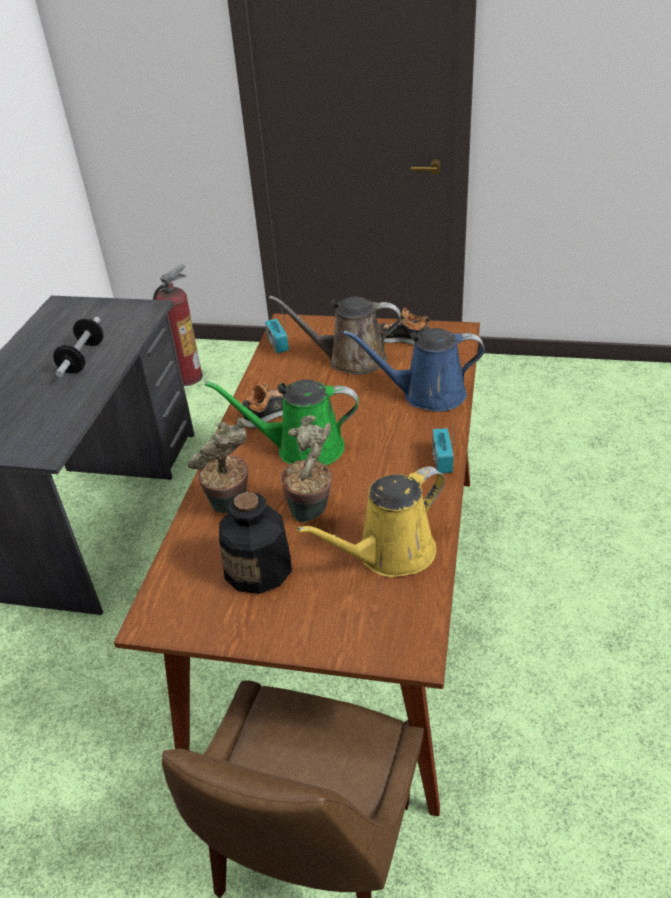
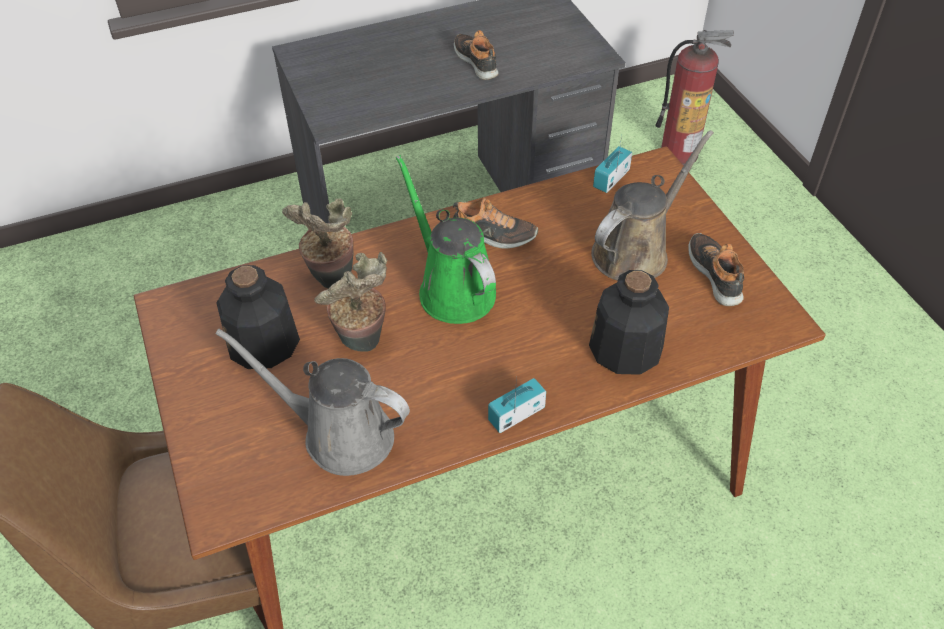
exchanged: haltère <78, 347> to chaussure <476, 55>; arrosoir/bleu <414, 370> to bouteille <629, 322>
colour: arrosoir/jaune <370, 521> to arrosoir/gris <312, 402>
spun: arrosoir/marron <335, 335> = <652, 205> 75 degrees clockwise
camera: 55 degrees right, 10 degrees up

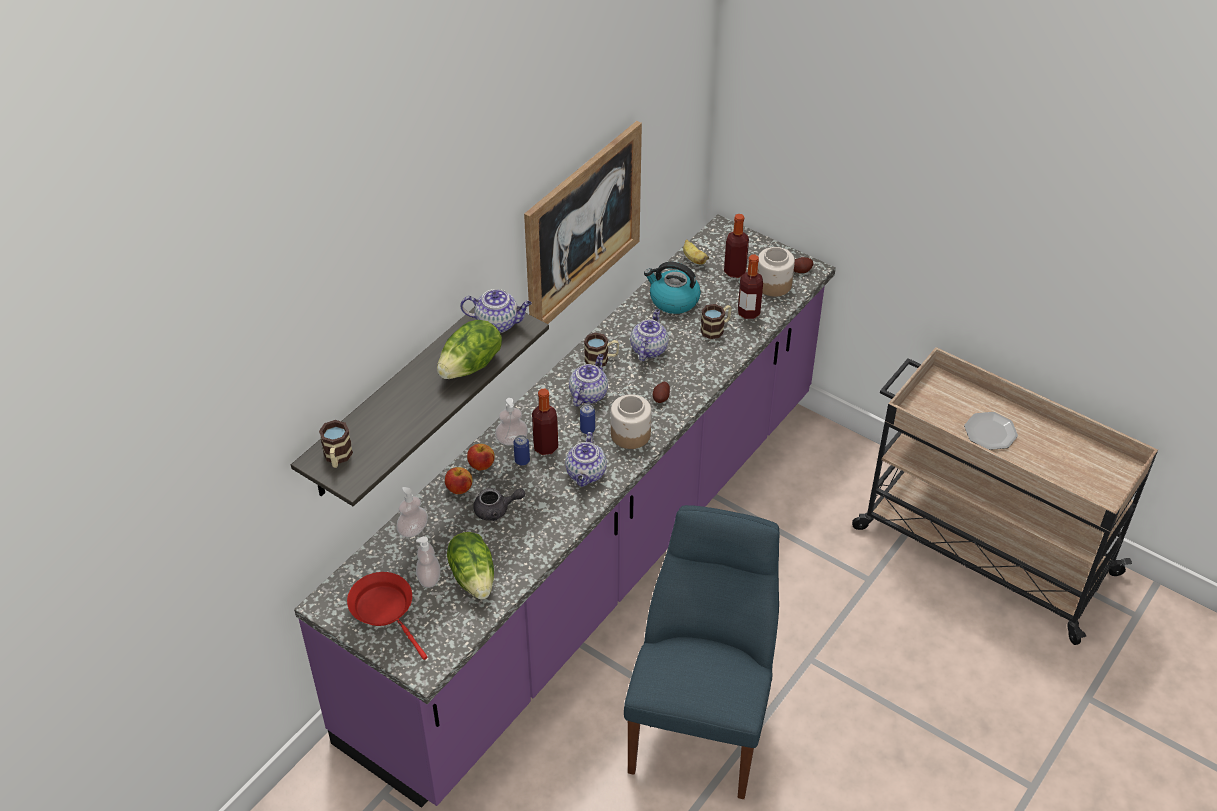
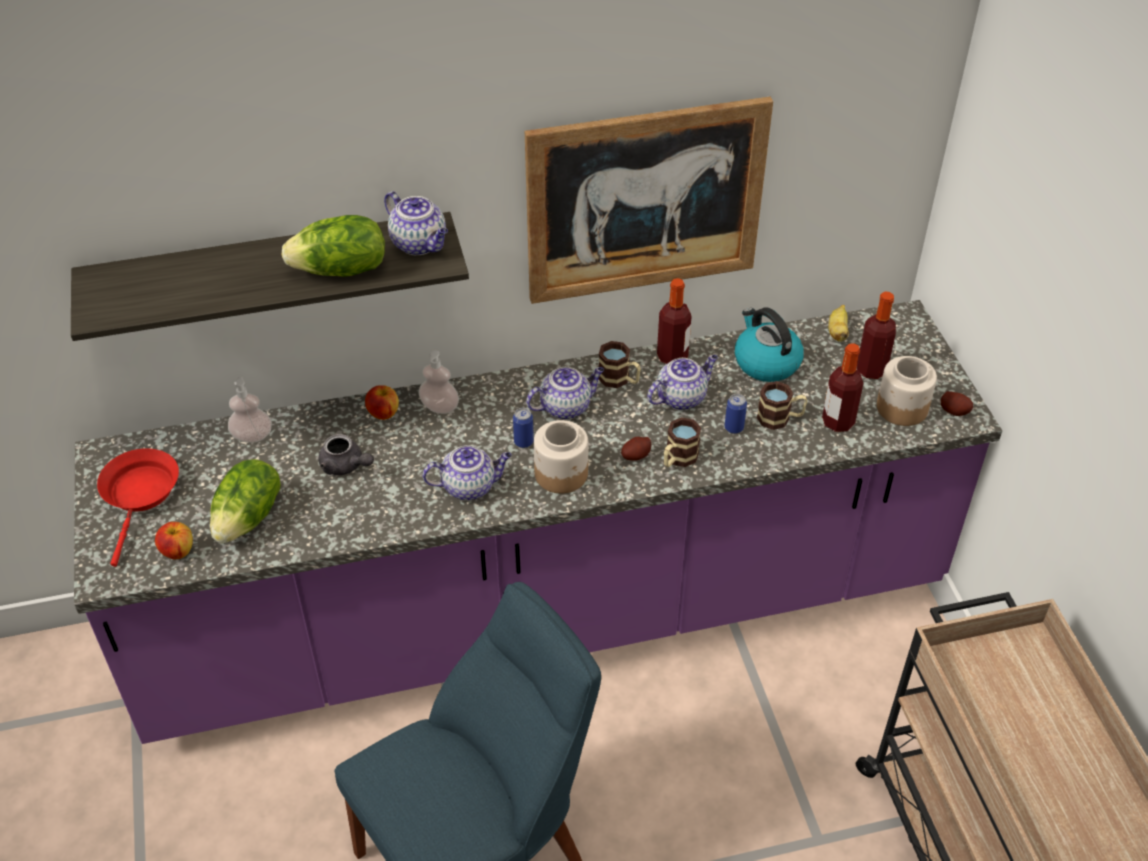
missing: distributeur de savon <428, 562>; assiette <991, 431>
relocated: pomme <459, 480> to <174, 540>; bouteille <545, 421> to <674, 321>; mug <336, 444> to <682, 442>; boîte métallique <522, 450> to <736, 414>
spun: théière <586, 459> = <467, 473> 150 degrees counterclockwise
camera: 40 degrees right, 0 degrees up

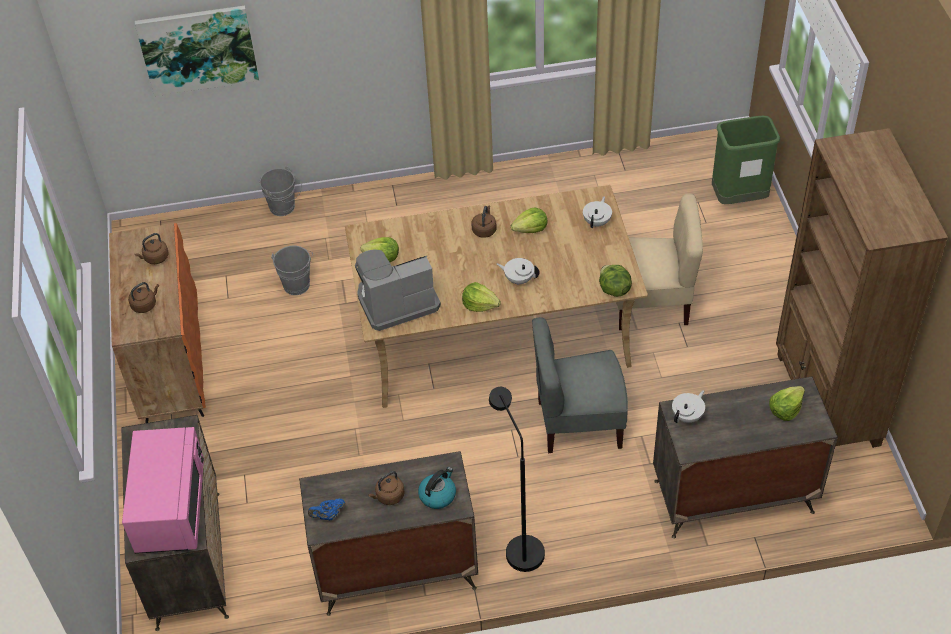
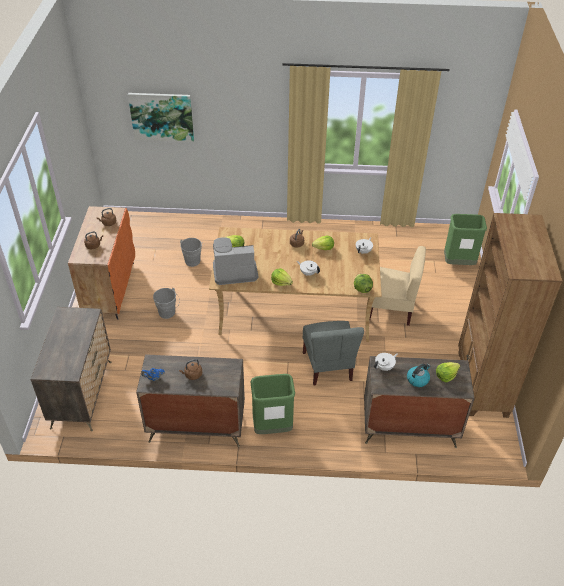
missing: micro-ondes/rose <163, 490>
relocated: seau/gris <280, 191> to <166, 303>; bouilloire <437, 488> to <419, 375>
exchanged: lampadaire/noir <517, 479> to poubelle/vert <272, 404>
spun: chaise/gris <580, 385> = <333, 353> 105 degrees counterclockwise
camera: 10 degrees right, 5 degrees down

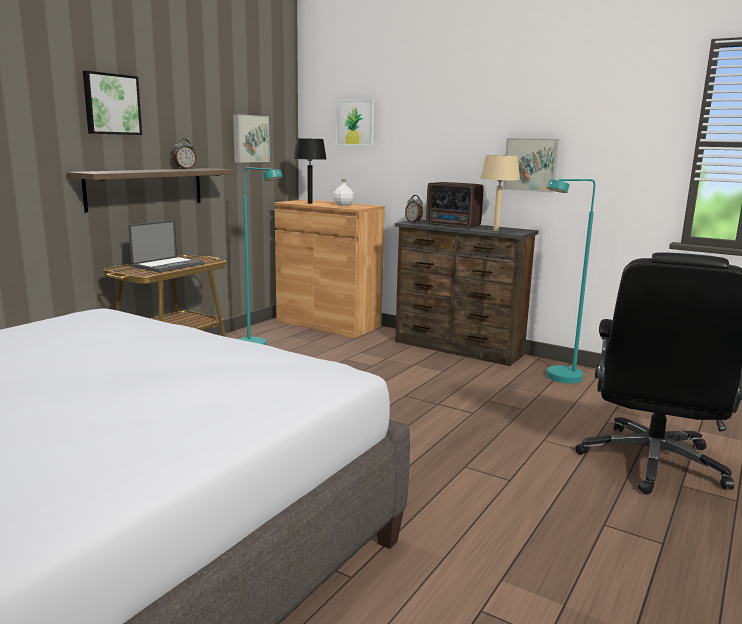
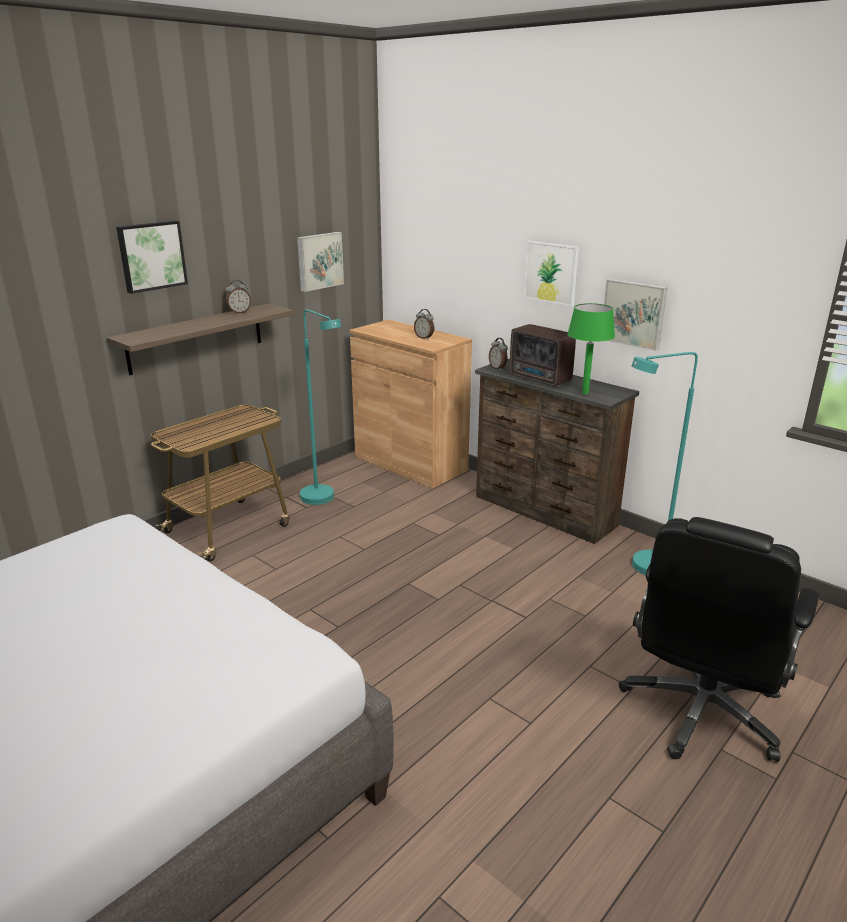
missing: ordinateur portable <166, 246>; lampe de table/noir <309, 171>
relocated: tableau <354, 122> to <551, 274>
exchanged: bouteille/blanc <343, 192> to réveil <424, 324>
colour: lampe de table/beige <500, 193> to lampe de table/vert <591, 348>
camera: 10 degrees right, 10 degrees up

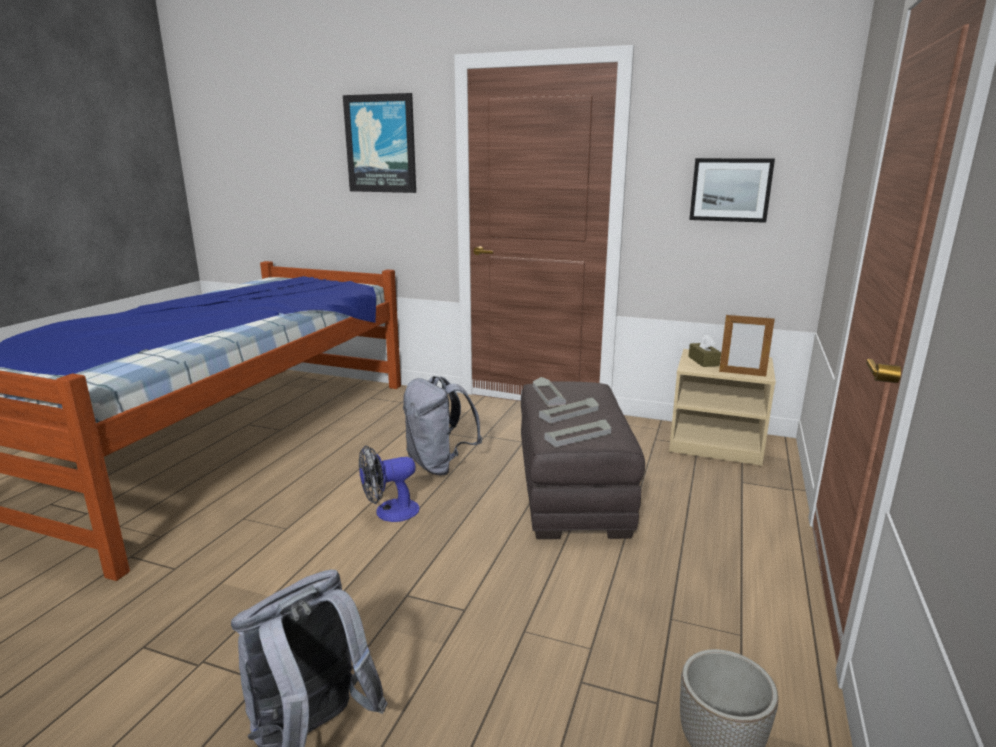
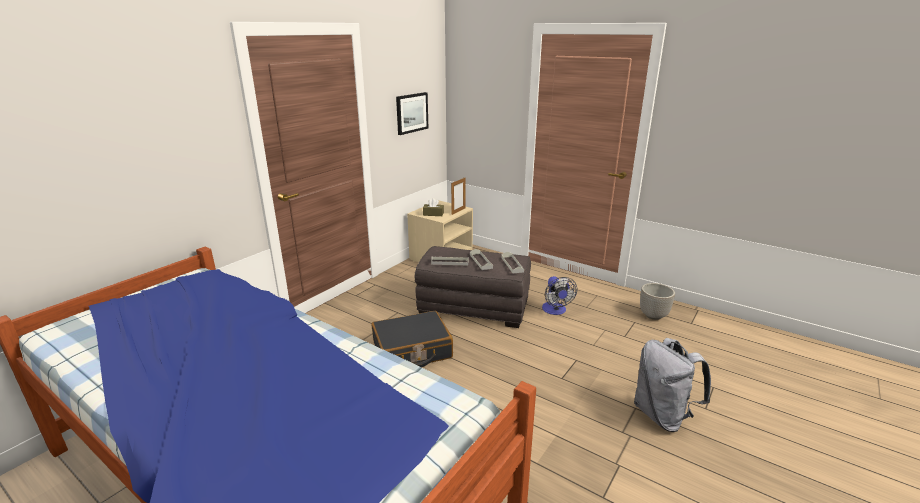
missing: tableau <379, 143>
relocated: ventilateur <389, 483> to <560, 295>
exchanged: sac à dos/gris <442, 425> to valise/noir <412, 339>
camera: 75 degrees left, 5 degrees up

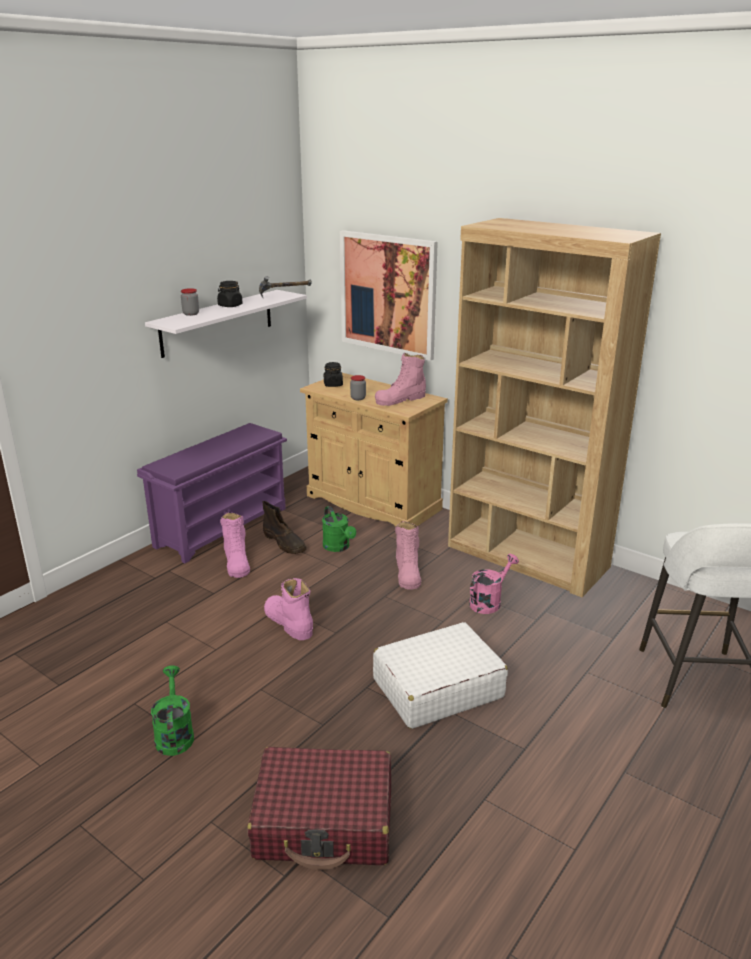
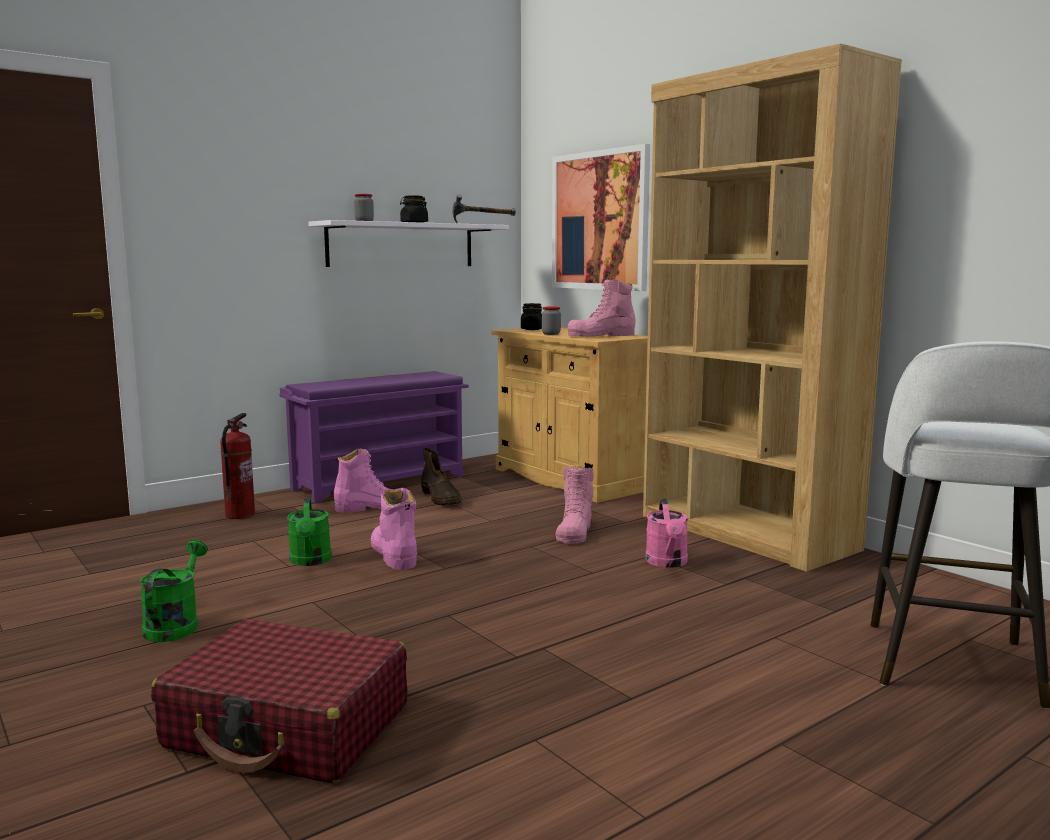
missing: valise/blanc <440, 675>
appeared: extincteur <237, 466>
relocated: arrosoir/vert <339, 529> to <309, 531>
spun: botte/rose <235, 545> = <371, 481> 105 degrees counterclockwise; arrosoir/rose <494, 584> = <666, 533> 120 degrees clockwise
camera: 15 degrees right, 15 degrees down

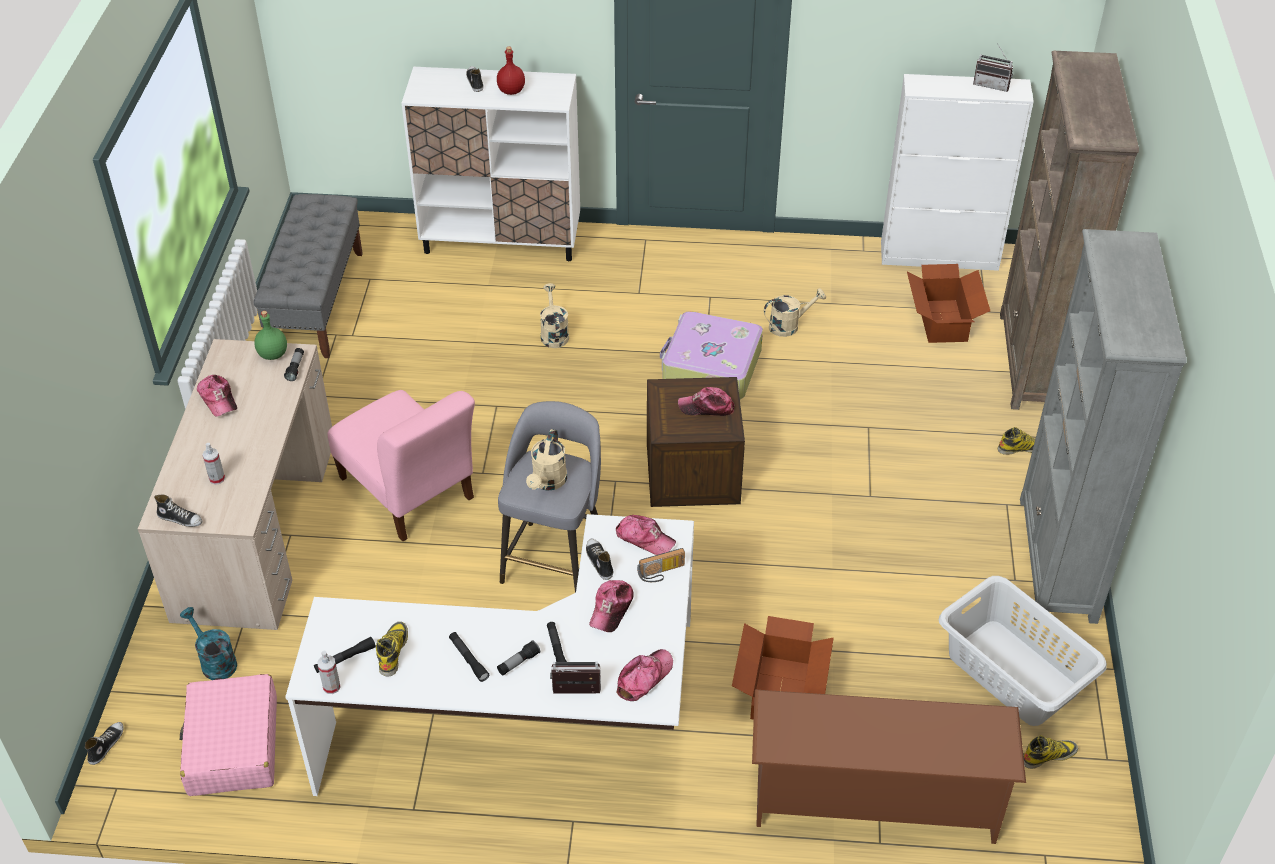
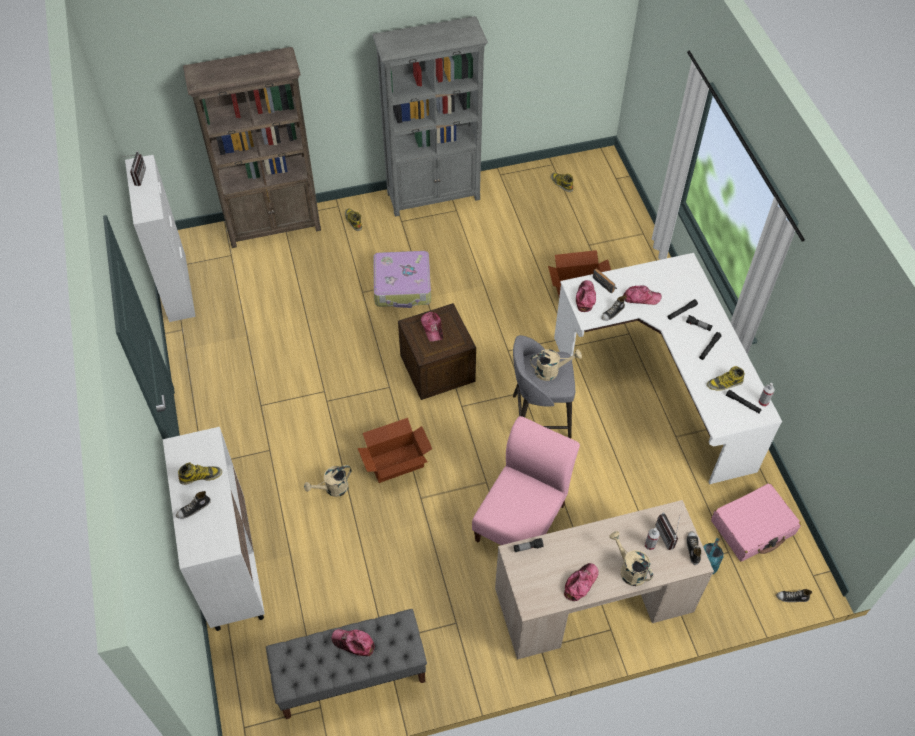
missing: bouteille/vert <271, 335>; étagère à chaussures/marron <889, 767>; panier à linge/gris <1023, 651>
relocated: casquette <644, 675> to <353, 642>; carton <948, 303> to <395, 450>; valise <711, 355> to <402, 279>; arrosoir/beige <795, 312> to <631, 558>; radio <575, 677> to <667, 531>
exchanged: bouteille/rouge <511, 71> to botte <200, 473>
camera: 110 degrees left, 10 degrees up

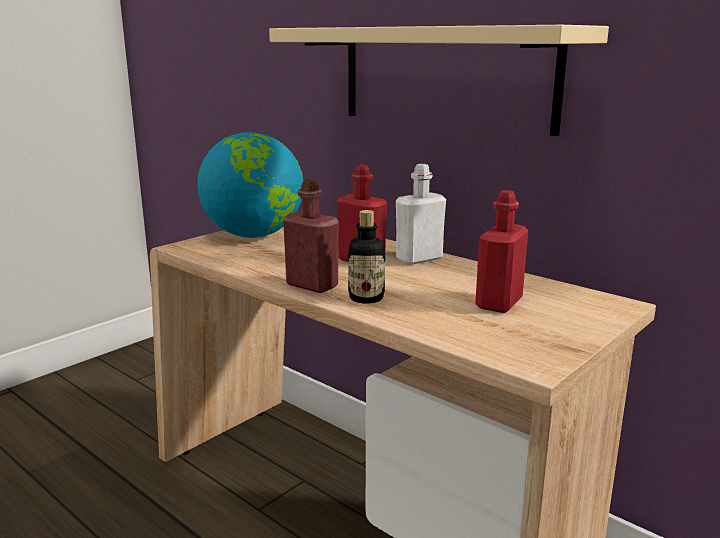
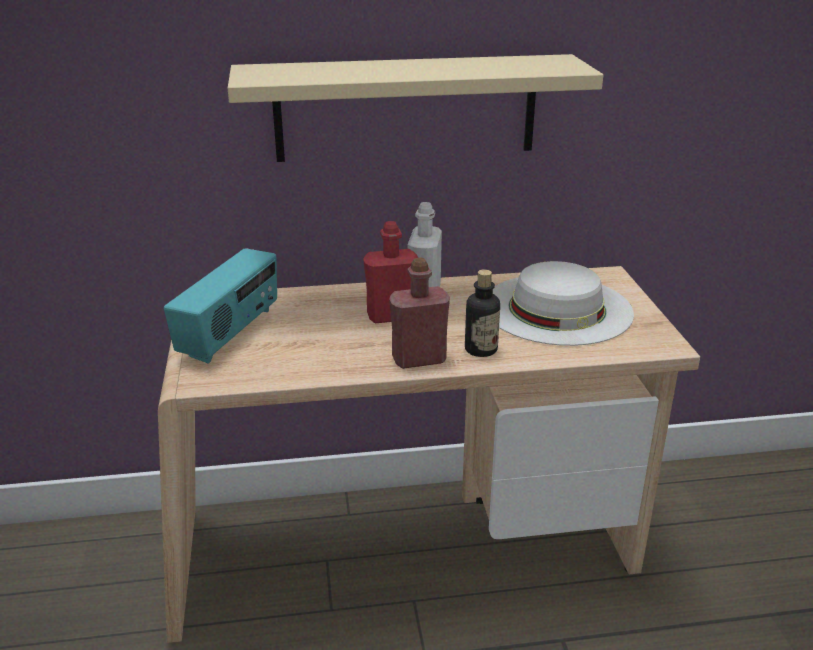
exchanged: globe <250, 185> to radio <220, 306>; bouteille/rouge <501, 251> to chapeau/blanc <563, 303>
camera: 50 degrees left, 10 degrees up

